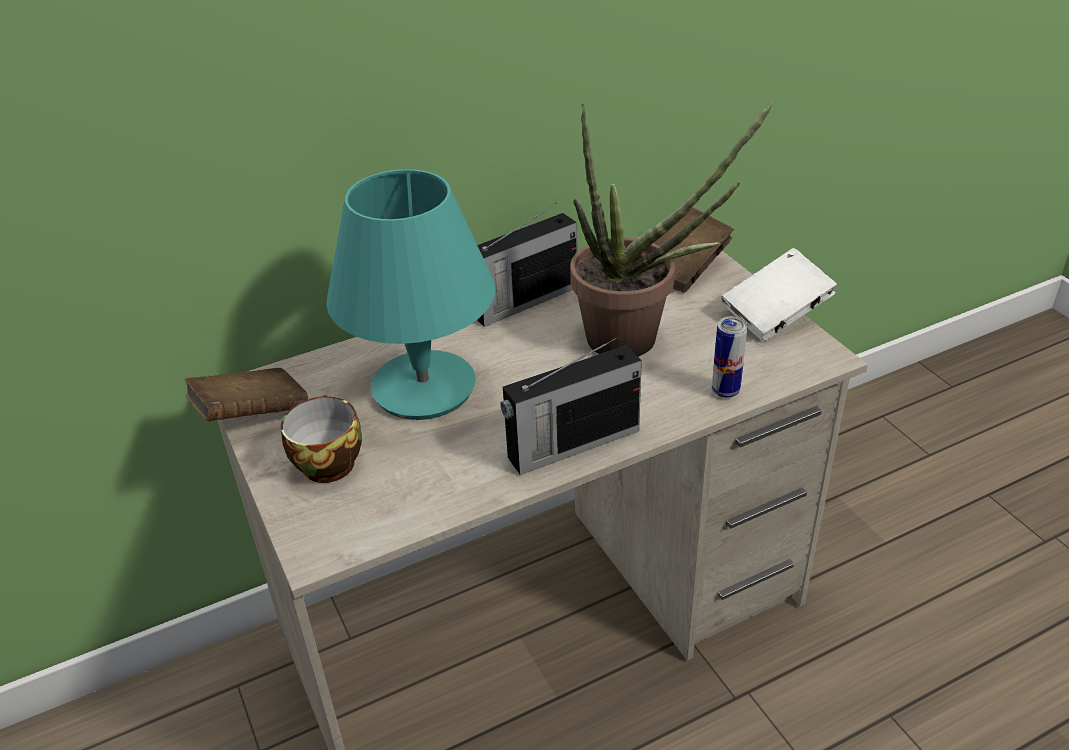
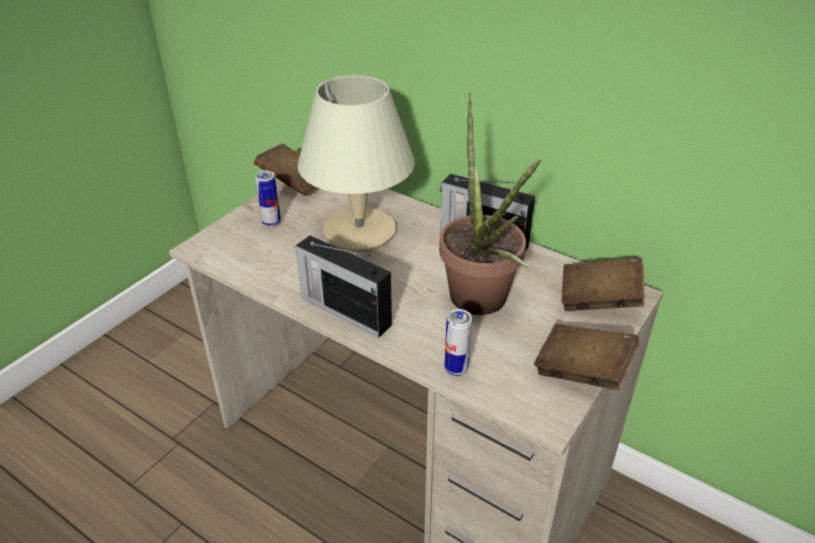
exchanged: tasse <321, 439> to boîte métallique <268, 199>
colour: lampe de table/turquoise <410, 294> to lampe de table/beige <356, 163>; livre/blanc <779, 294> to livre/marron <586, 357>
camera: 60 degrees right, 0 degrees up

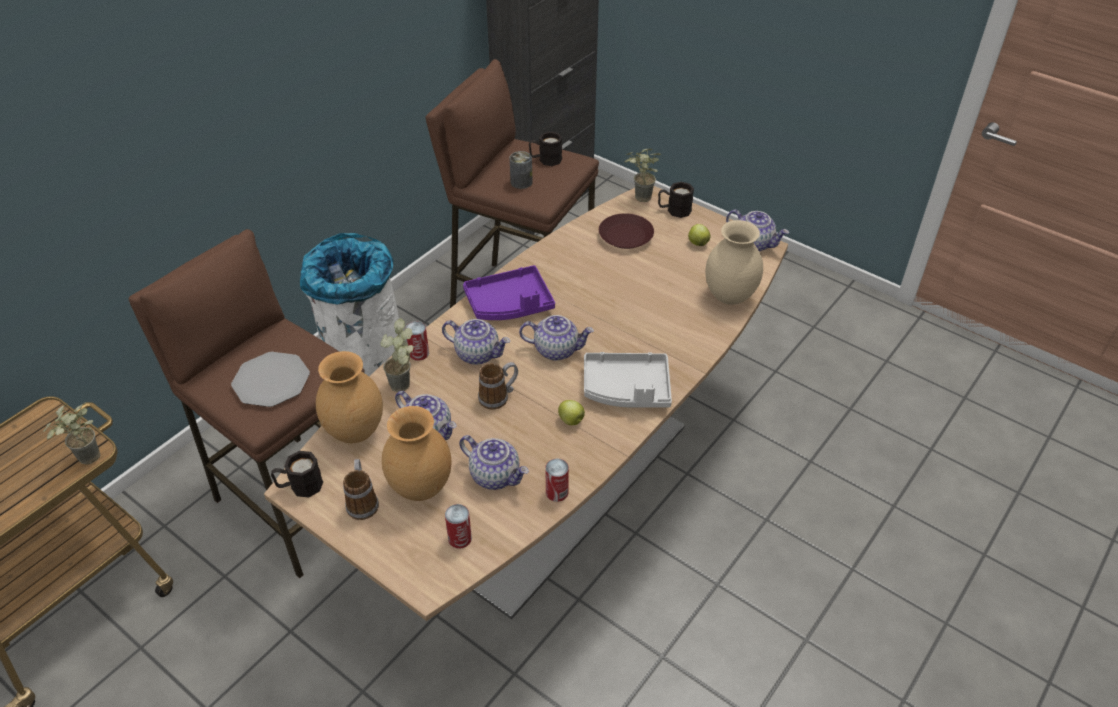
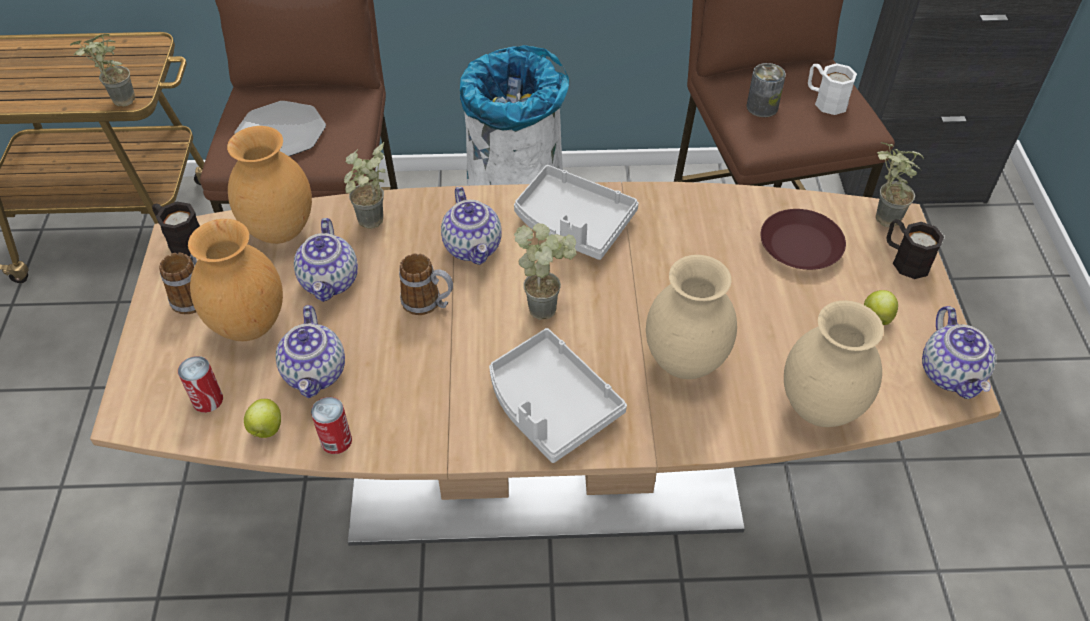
missing: boîte métallique <417, 341>
appeared: vase/beige <691, 317>
relocated: pomme <571, 412> to <262, 418>
exchanged: théière <556, 338> to plante en pot <545, 271>
colour: plateau/violet <509, 292> to plateau/gris <576, 212>; mug/noir <545, 149> to mug/blanc <832, 89>
camera: 50 degrees right, 5 degrees up

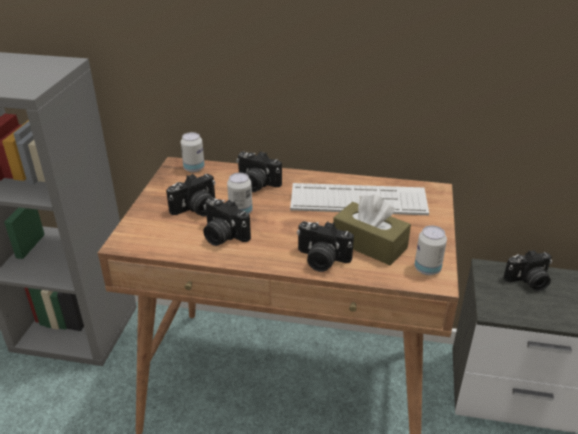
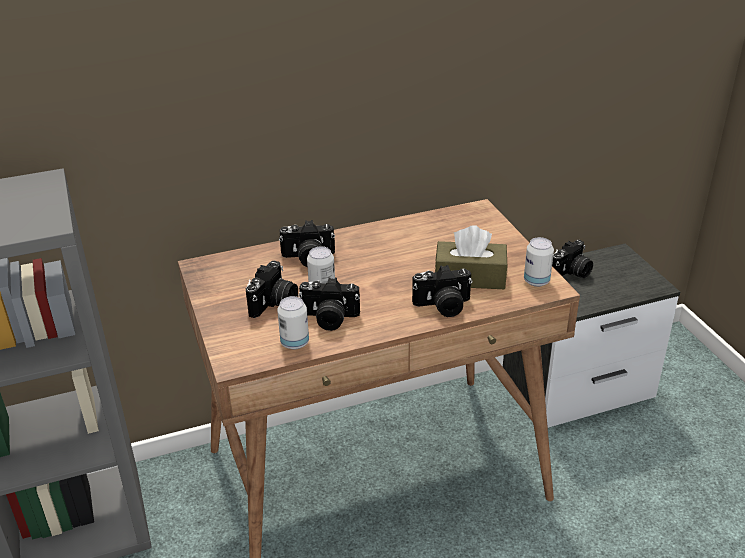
missing: clavier <359, 199>
relocated: boîte métallique <193, 152> to <293, 323>
camera: 30 degrees left, 0 degrees up

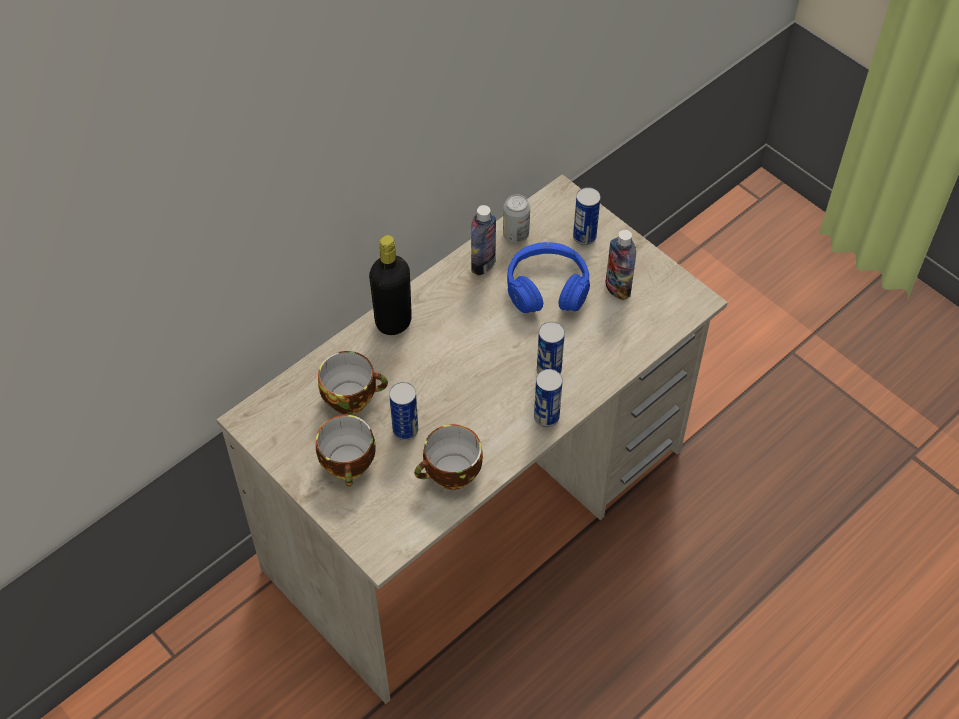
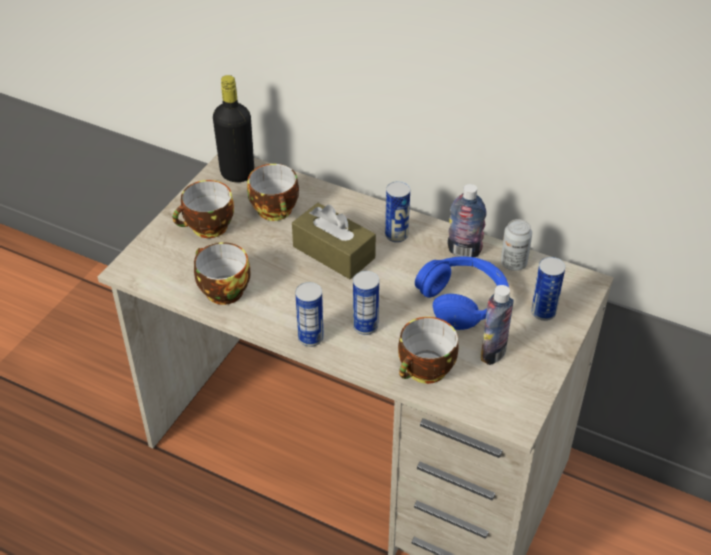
appeared: boîte à mouchoirs/marron <334, 241>; tasse <428, 350>
relocated: bouteille/noir <390, 285> to <233, 128>; boîte métallique <403, 411> to <397, 212>
camera: 70 degrees right, 10 degrees down

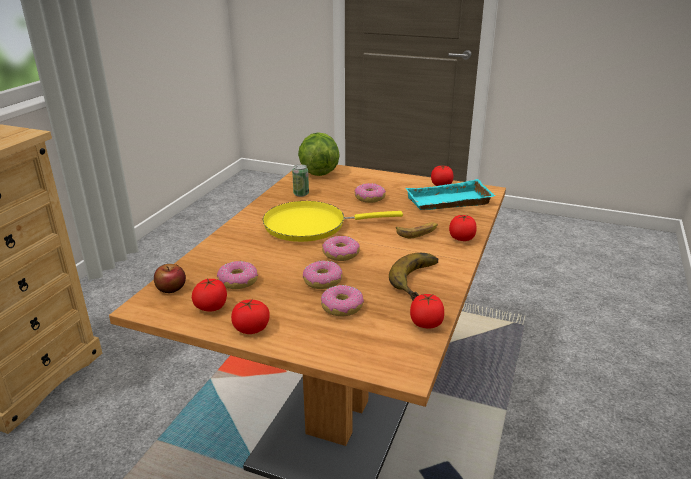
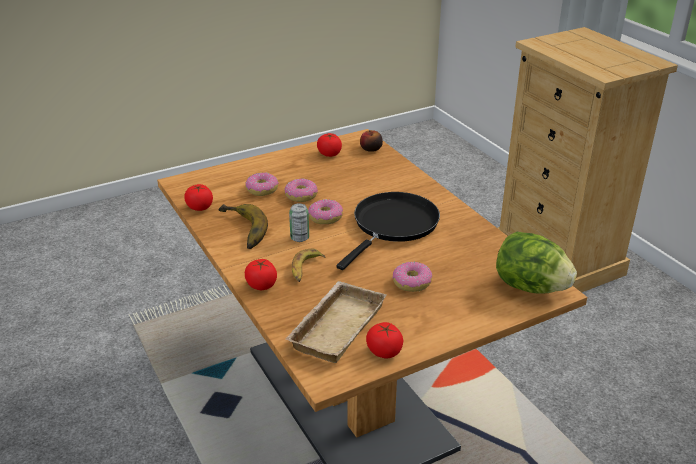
missing: beignet <237, 275>; tomate <250, 317>
relocated: boîte métallique <300, 180> to <299, 223>
colour: plateau/turquoise <450, 194> to plateau/beige <336, 322>; poêle/jaune <332, 221> to poêle/noir <388, 231>
camera: 130 degrees right, 5 degrees up

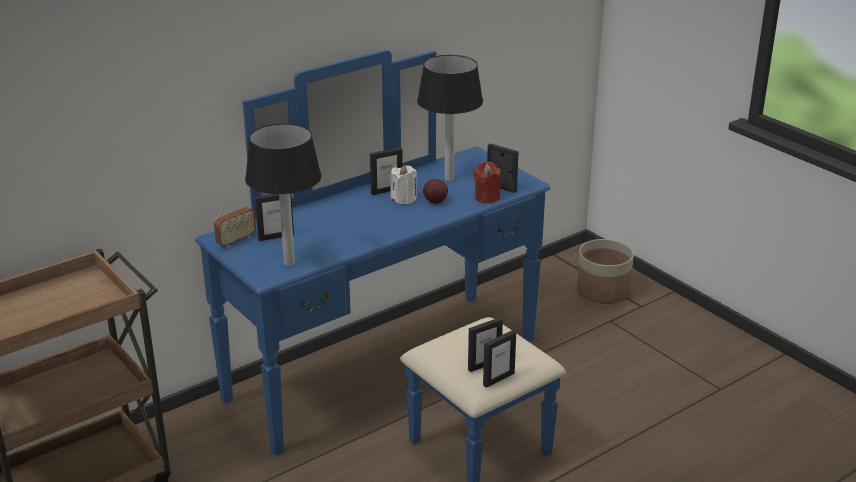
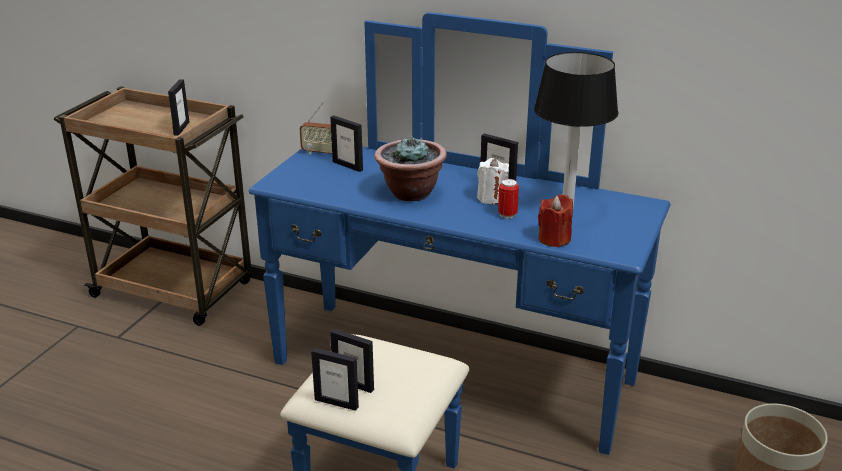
missing: lampe de table <283, 195>
appeared: plante en pot <410, 168>
relocated: cadre photo <503, 168> to <178, 107>
exchanged: pomme <435, 191> to boîte métallique <508, 199>
camera: 60 degrees right, 0 degrees up

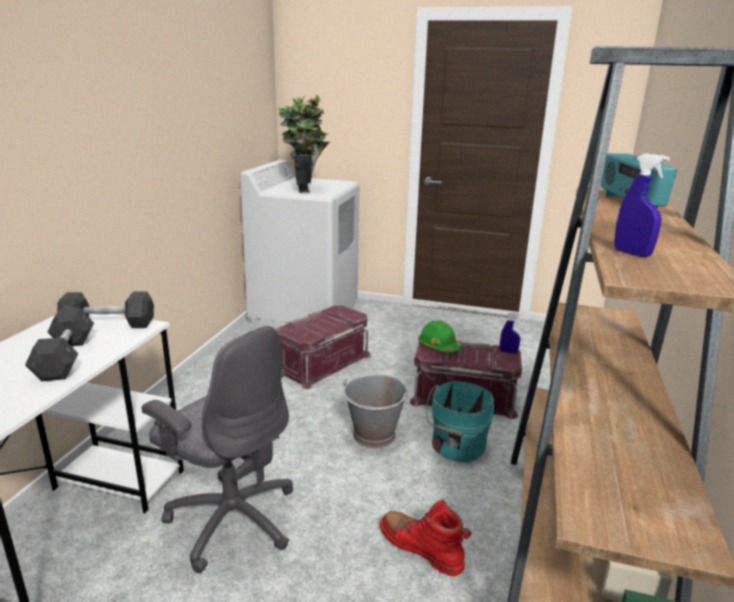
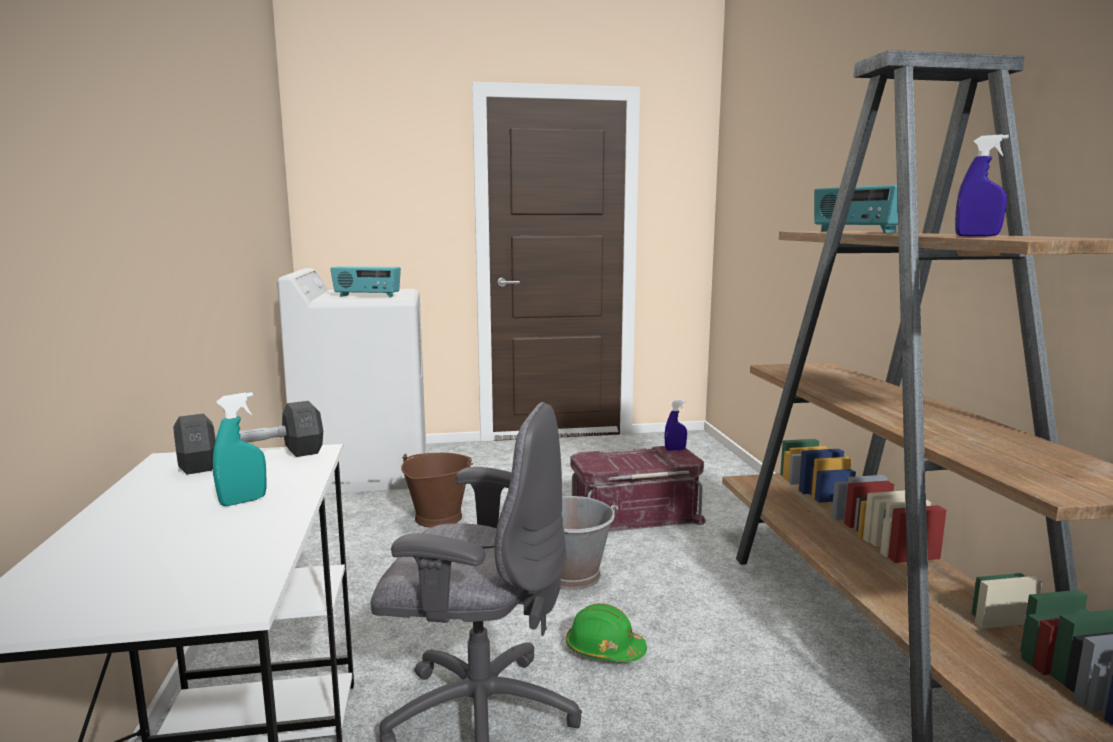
missing: botte/rouge <426, 537>; seau/turquoise <460, 421>
relocated: casque de chantier/vert <440, 336> to <606, 632>
exchanged: haltère/gris <59, 344> to vaporisateur/turquoise <240, 449>; plante en pot <304, 144> to radio <365, 282>; boîte de rangement/rouge <323, 347> to seau/marron <437, 490>
camera: 25 degrees left, 10 degrees down

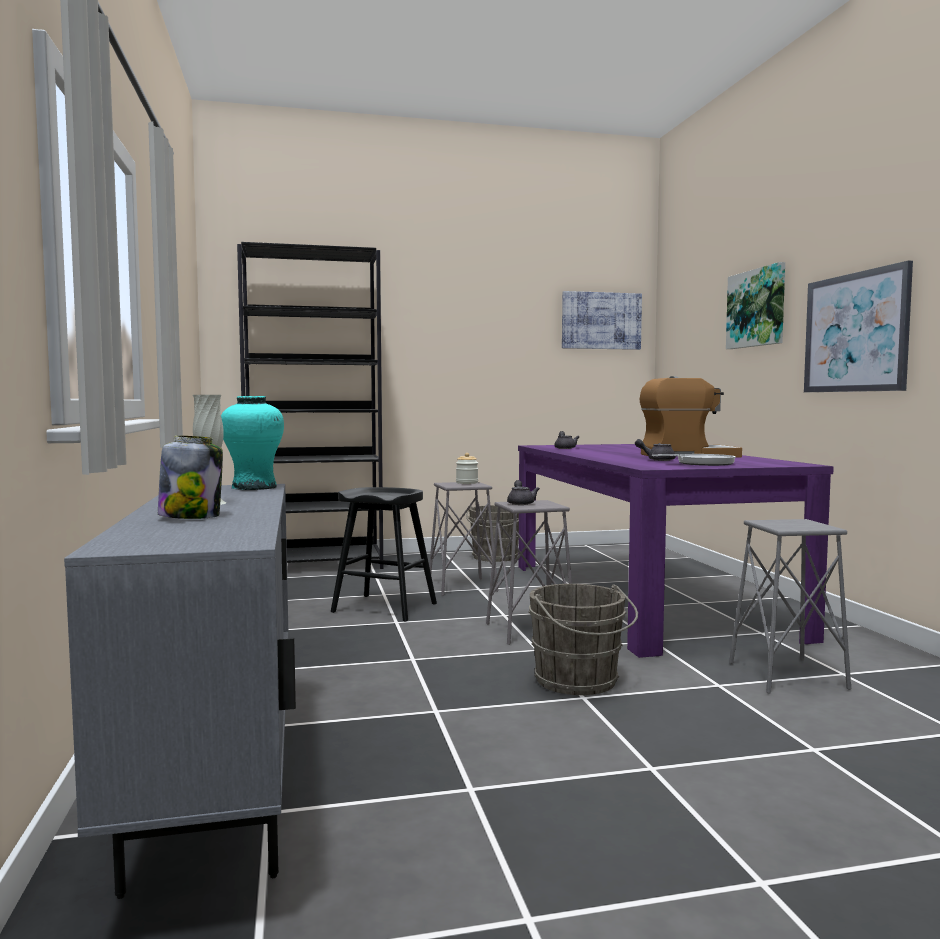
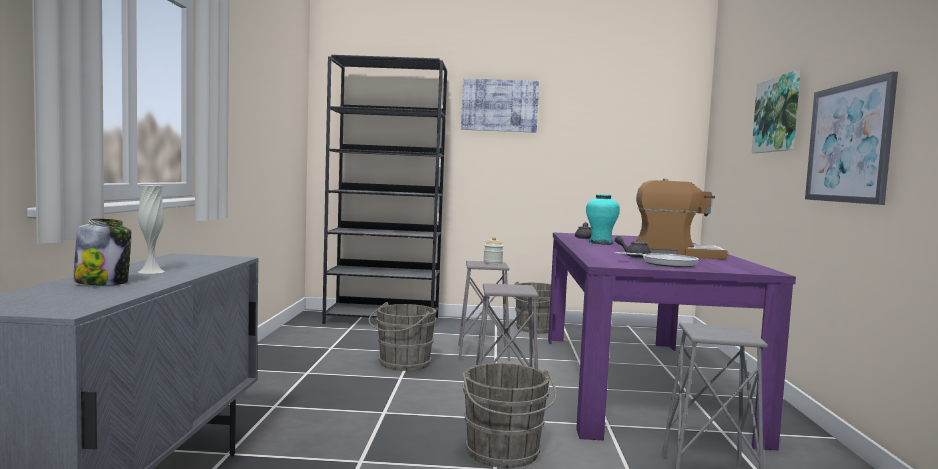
missing: théière/gris <523, 492>
relocated: tableau <602, 320> to <500, 105>; vase/turquoise <252, 443> to <603, 219>
exchanged: tabouret/noir <384, 554> to seau/gris <402, 336>
camera: 15 degrees right, 0 degrees up

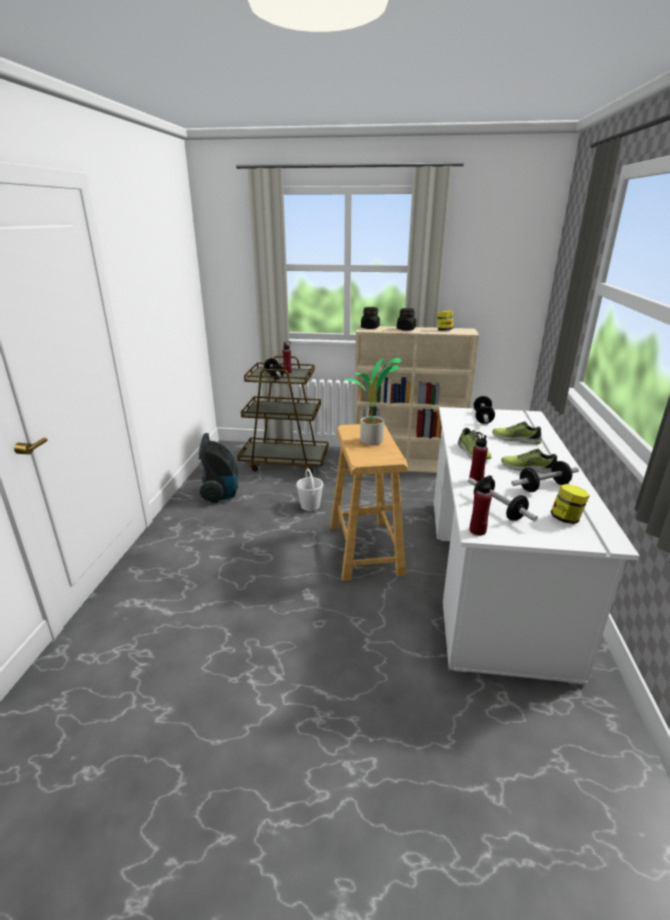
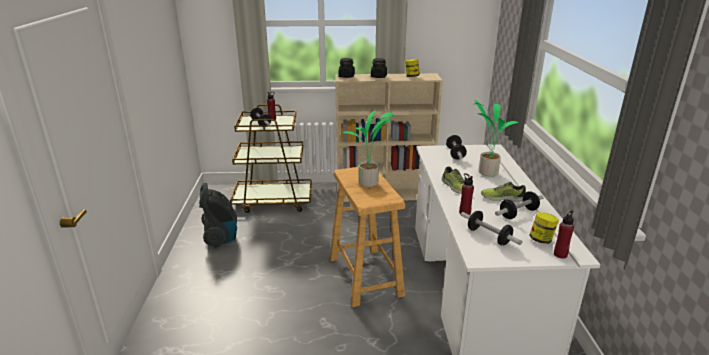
missing: seau/blanc <309, 489>
relocated: bouteille/rouge <481, 506> to <564, 234>
exchanged: chaussure <517, 433> to plante en pot <496, 138>
camera: 10 degrees left, 0 degrees up

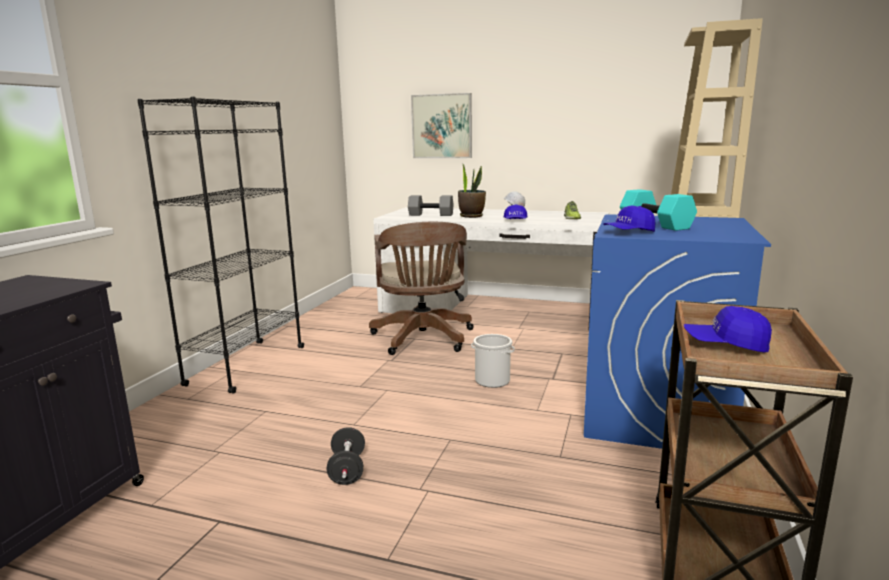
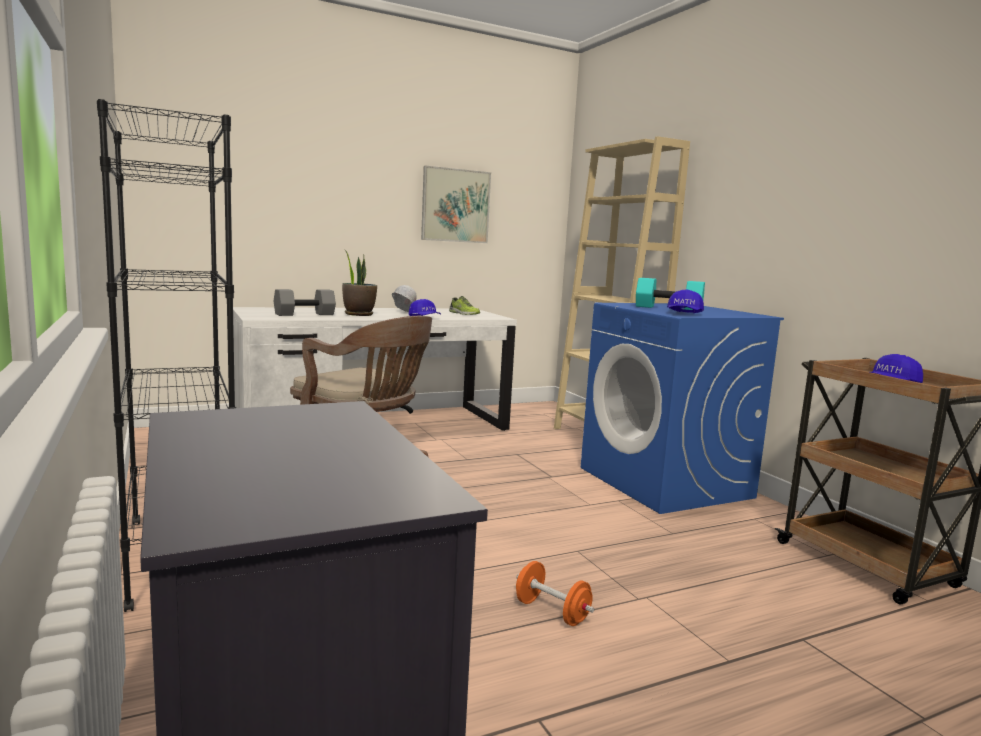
missing: seau <493, 361>
relocated: tableau <441, 125> to <456, 204>
colour: haltère/noir <346, 456> to haltère/orange <555, 593>
camera: 45 degrees left, 5 degrees down

